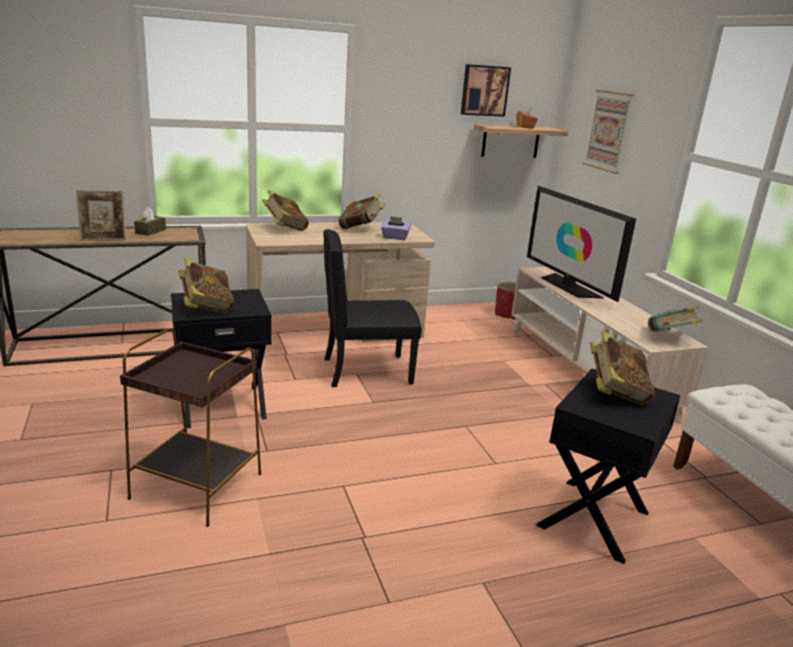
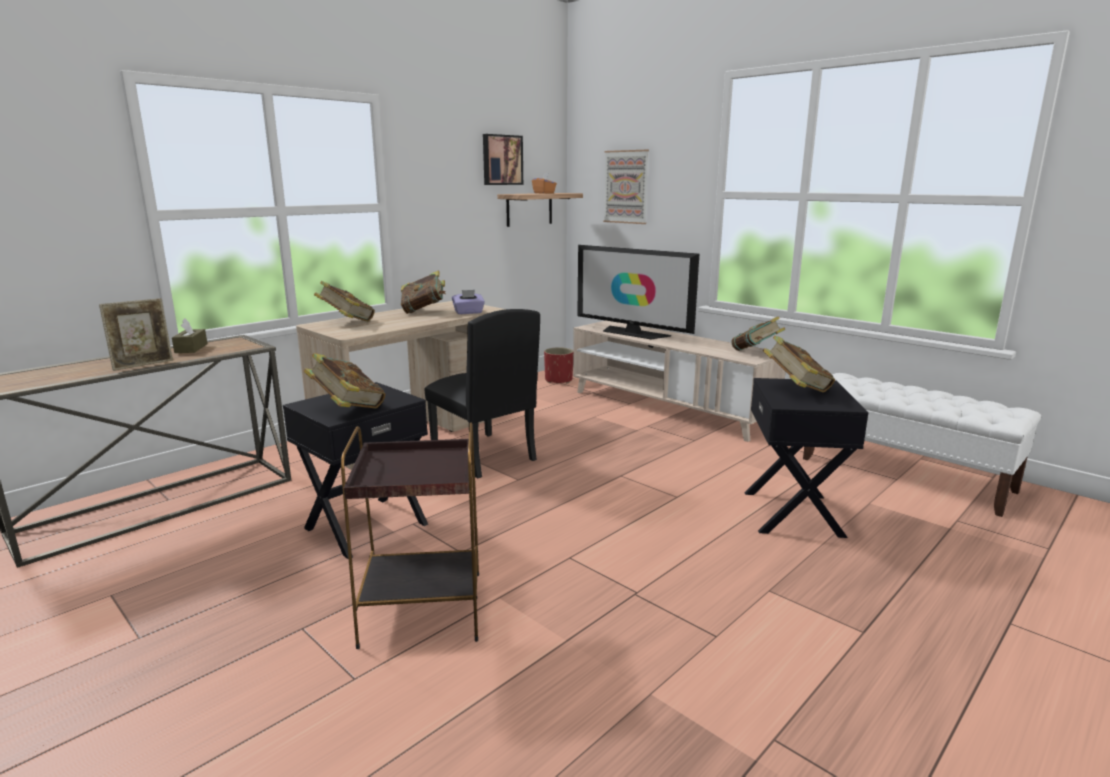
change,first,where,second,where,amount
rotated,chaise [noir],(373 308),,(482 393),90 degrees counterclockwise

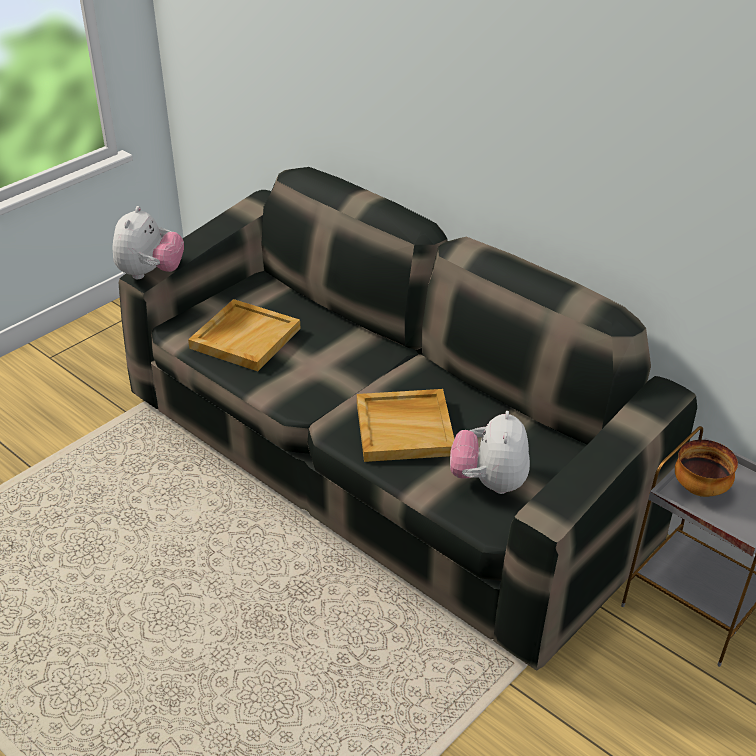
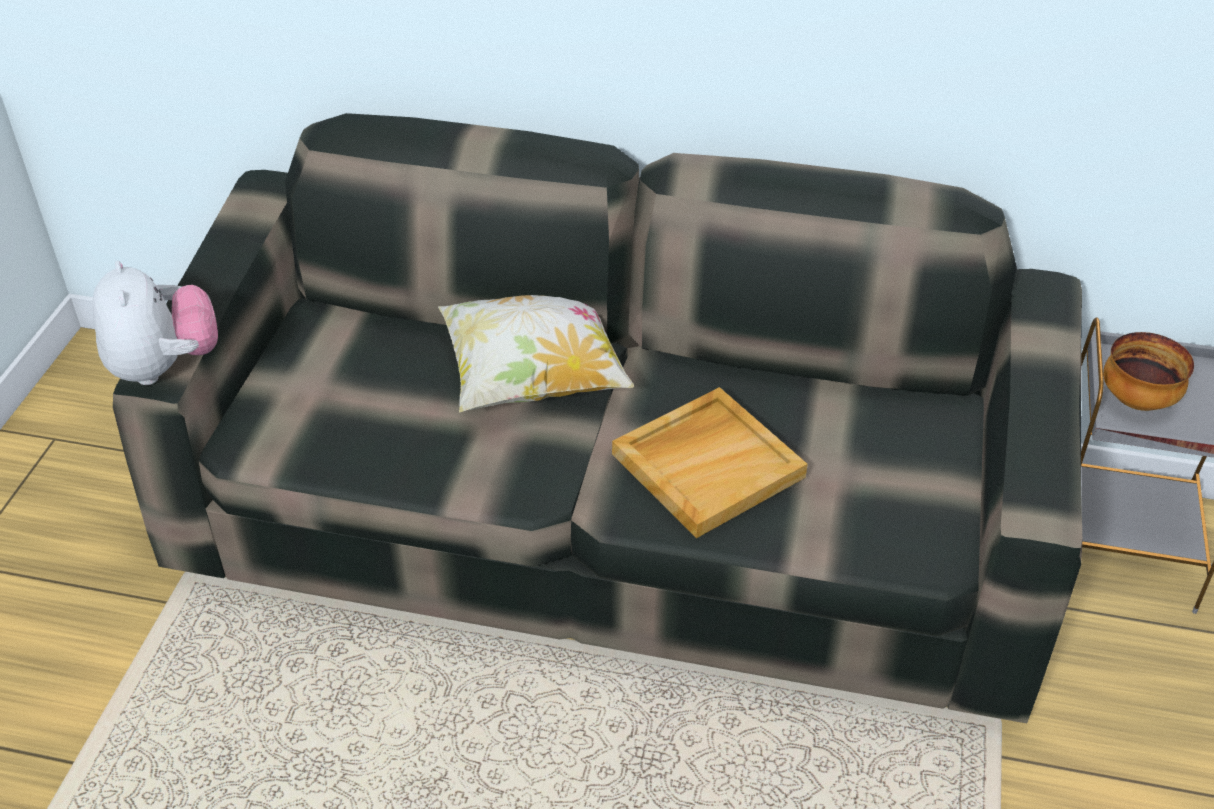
change,first,where,second,where,amount
gone,plateau [beige],(244 335),,,
gone,peluche,(490 452),,,
new,,,coussin,(536 354),

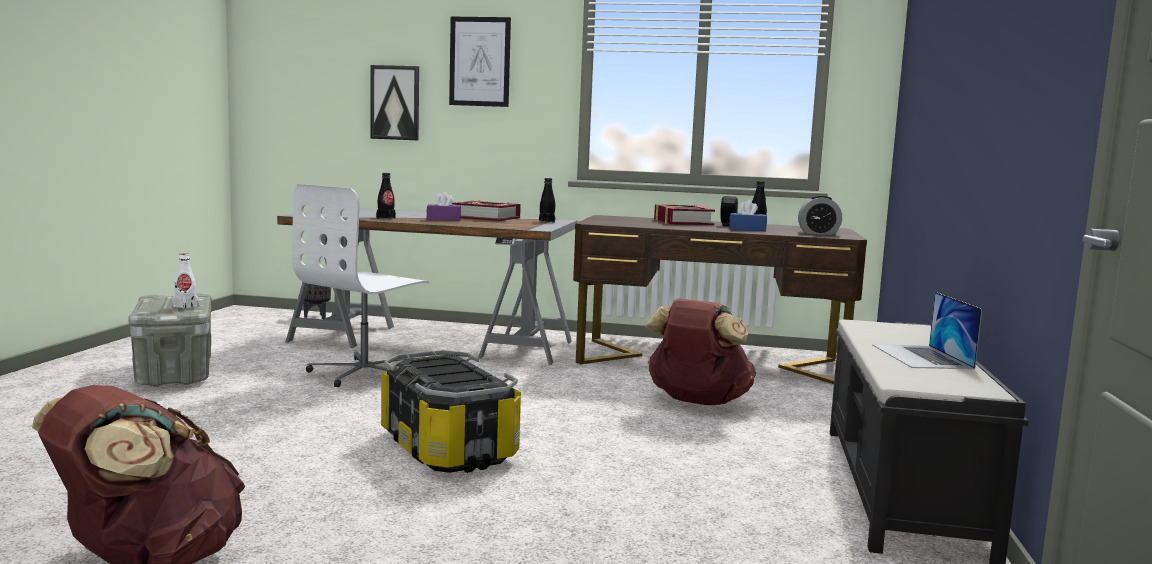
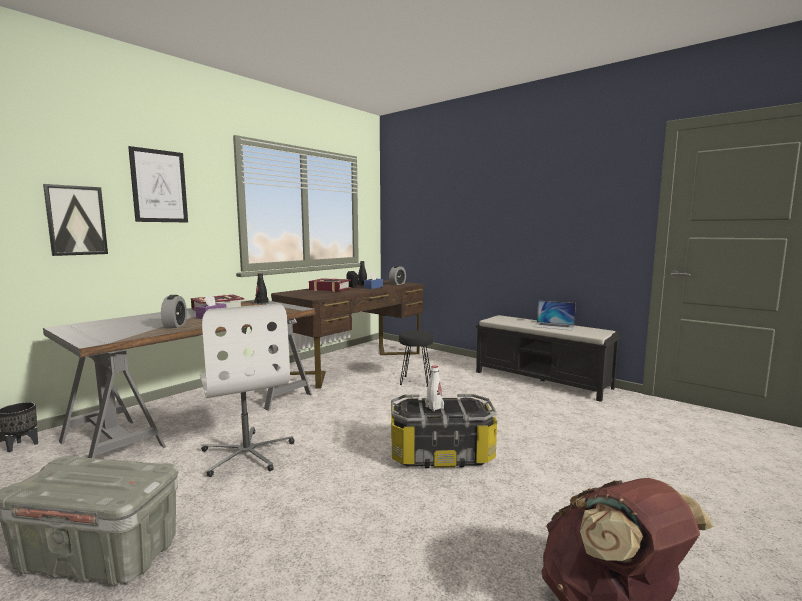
change,first,where,second,where,amount
shifted,bouteille [blanc],(185 281),,(434 388),
swapped,bouteille [noir],(386 196),réveil,(174 311),
swapped,sac à dos [marron],(700 351),tabouret [noir],(416 358),

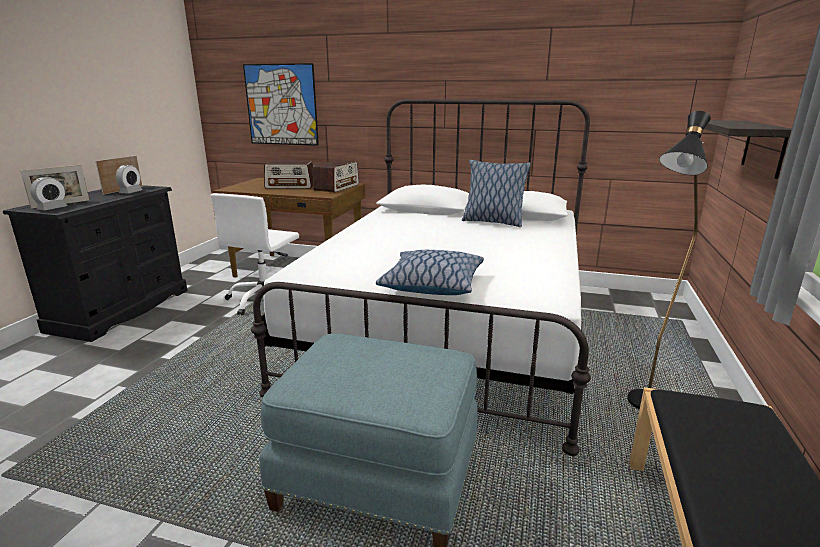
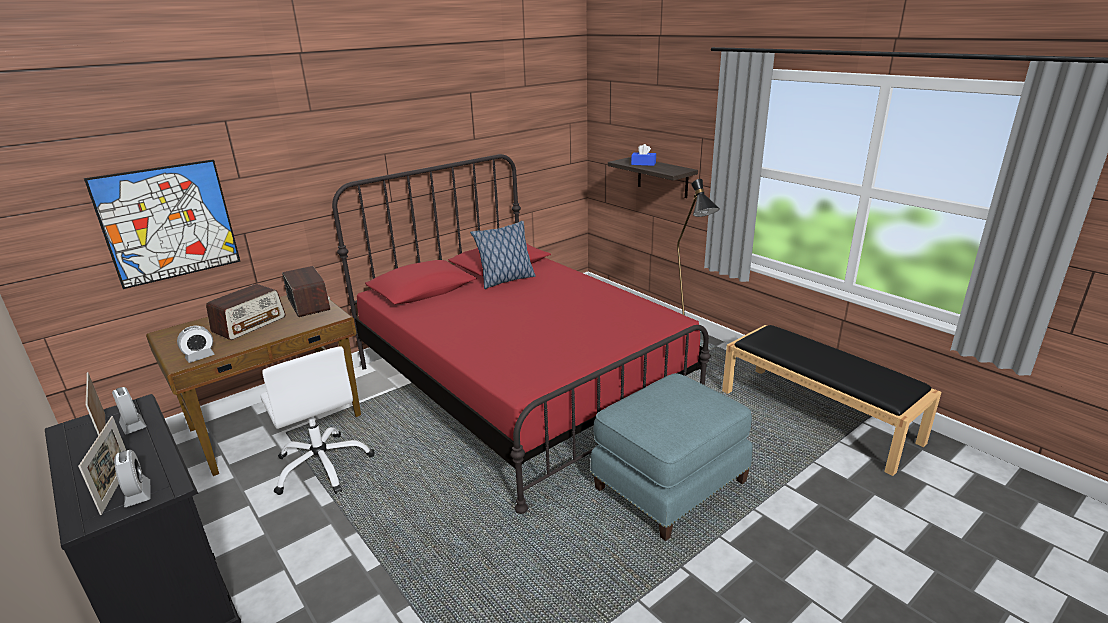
change,first,where,second,where,amount
repainted,lit [blanc],(421 277),lit [rouge],(521 334),
gone,coussin,(430 272),,,
new,,,réveil,(196 344),
new,,,boîte à mouchoirs [bleu],(643 155),

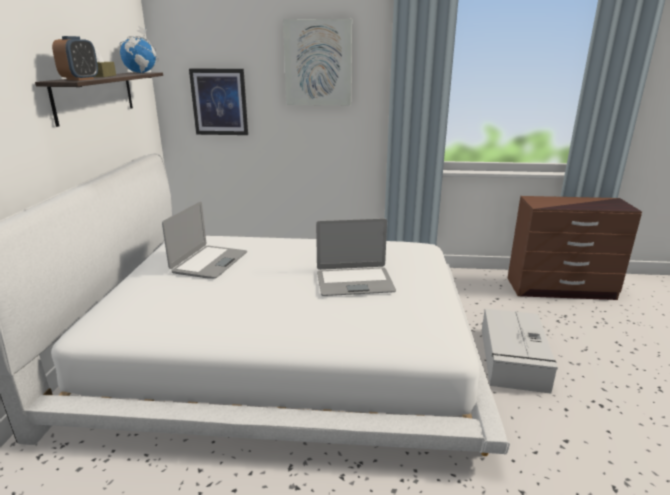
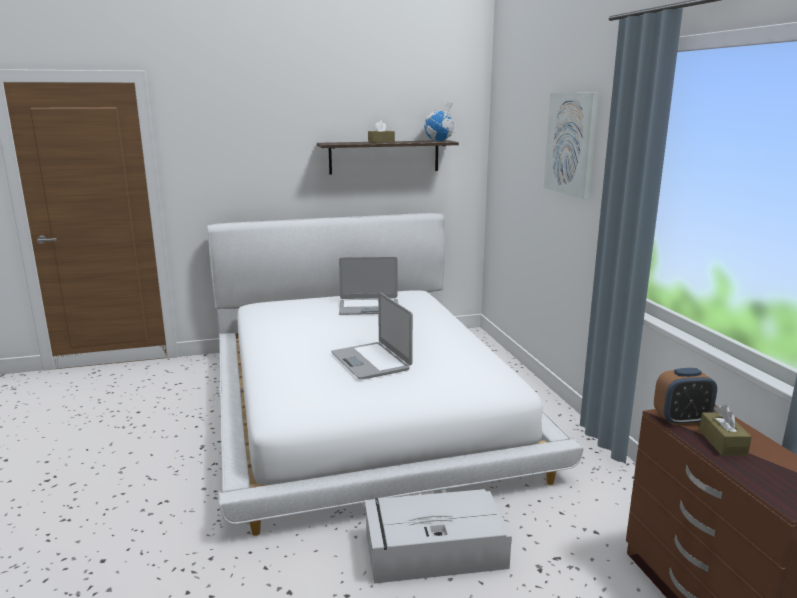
change,first,where,second,where,amount
shifted,réveil,(75 58),,(685 397),
gone,tableau,(218 102),,,
new,,,boîte à mouchoirs [marron],(725 430),

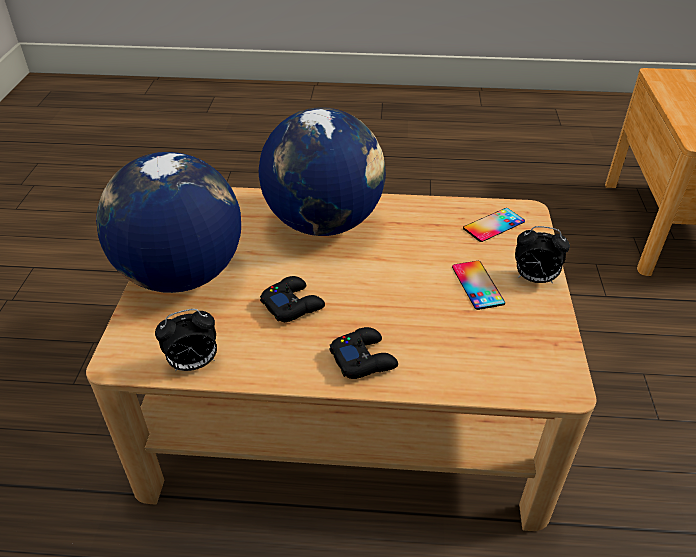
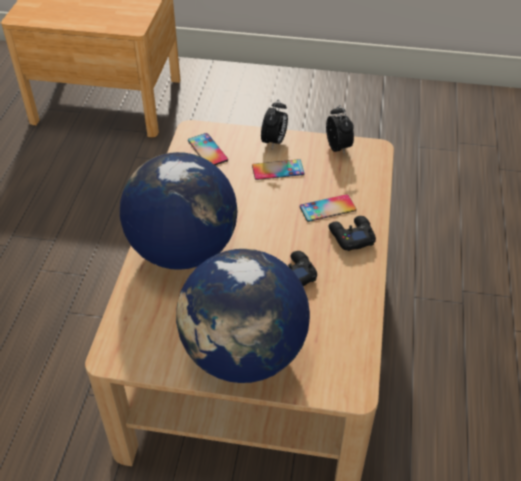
change,first,where,second,where,amount
shifted,réveil,(186 340),,(340 130),
new,,,téléphone,(328 208),

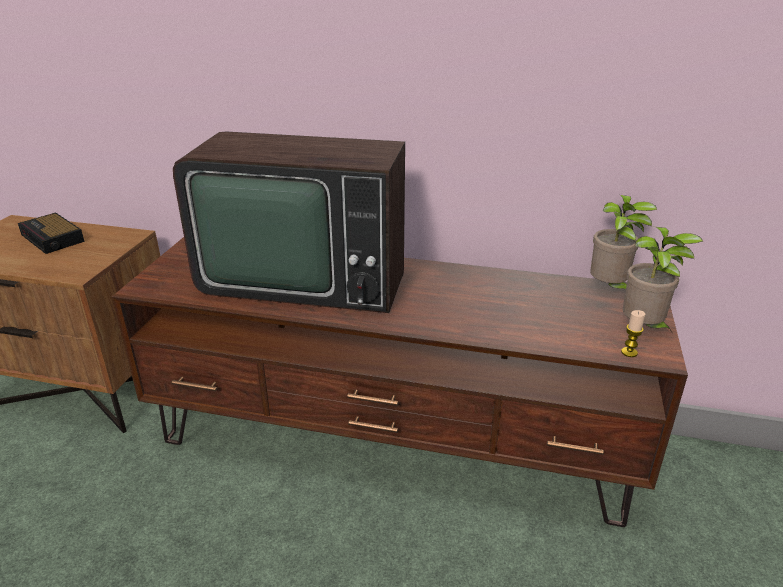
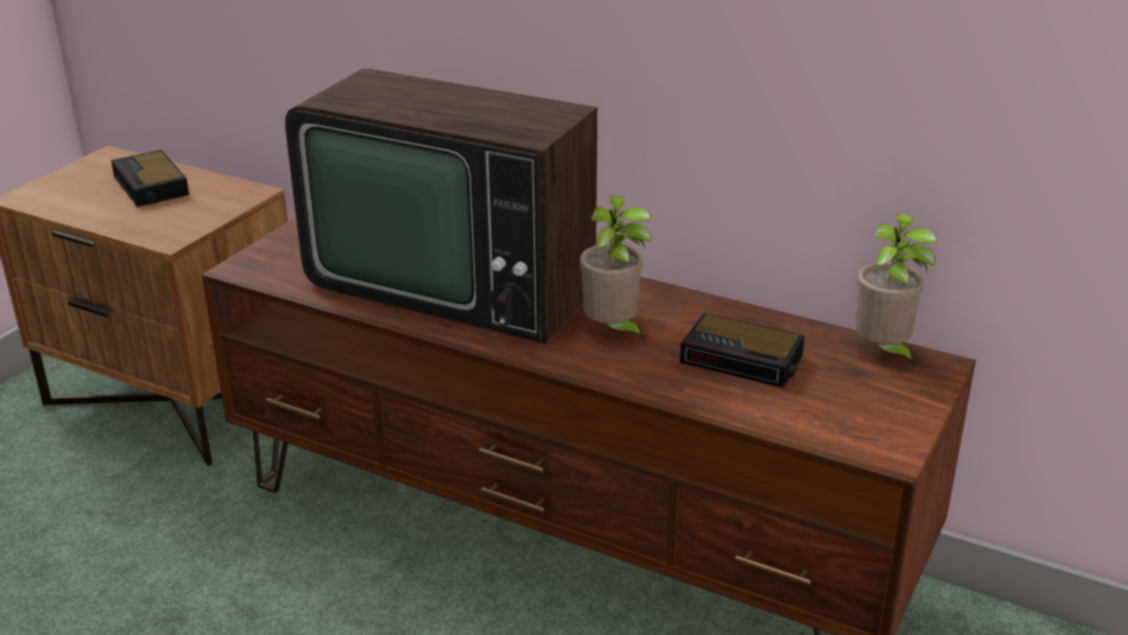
change,first,where,second,where,amount
gone,bougie,(633 333),,,
shifted,plante en pot,(663 279),,(615 269),
new,,,réveil,(742 350),

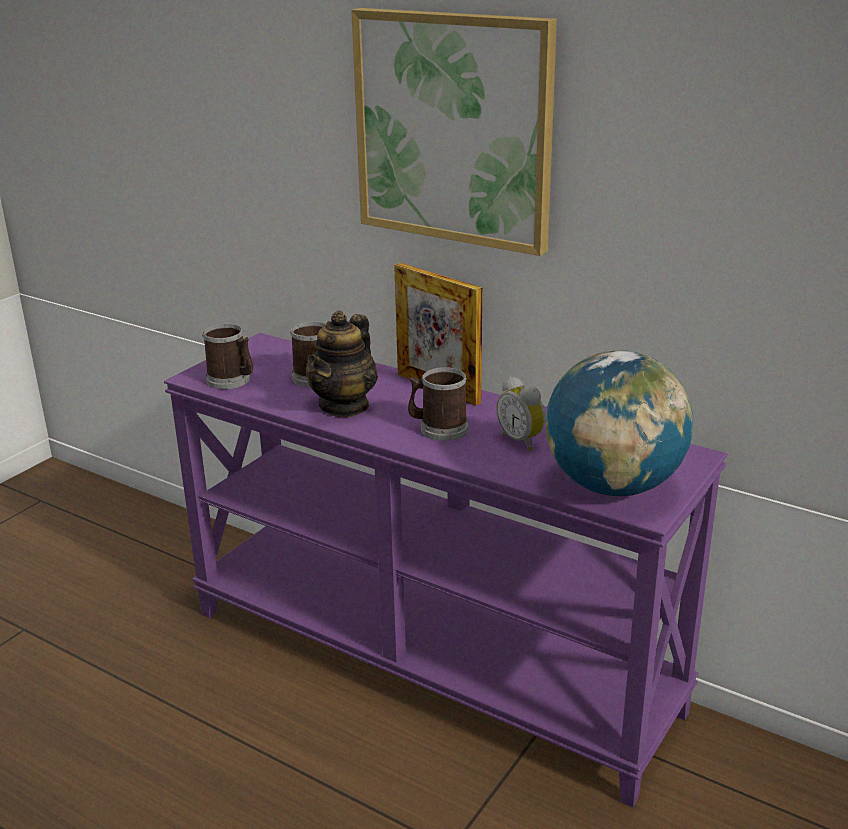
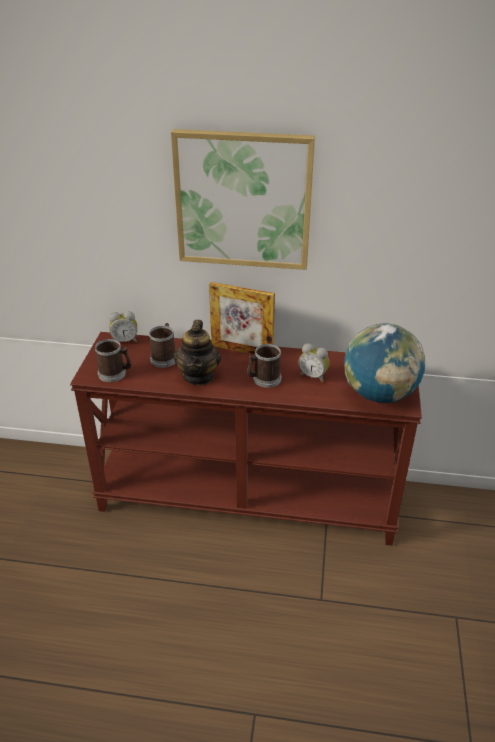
change,first,where,second,where,amount
repainted,table console [violet],(446 570),table console [marron],(246 439),
new,,,réveil,(123 327),

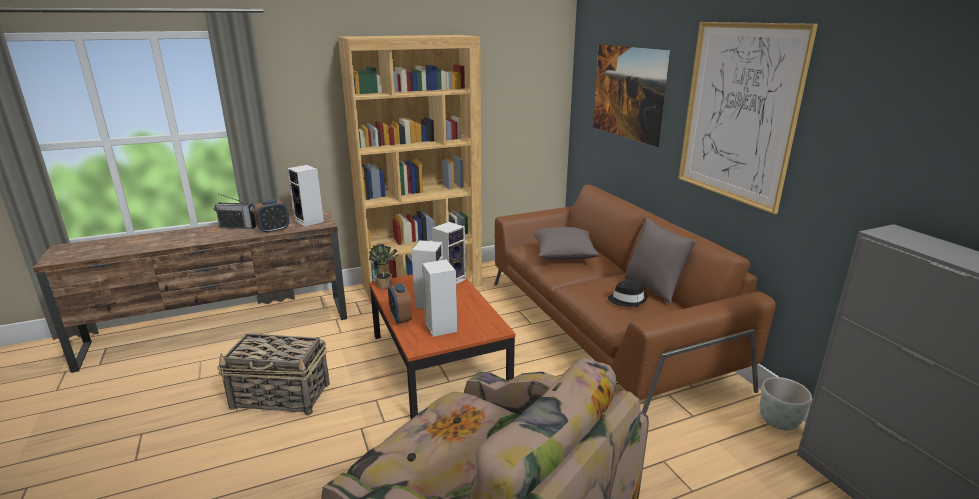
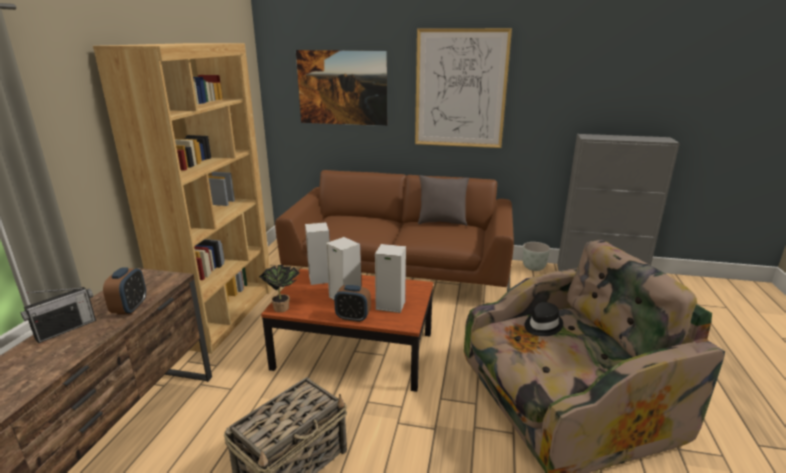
change,first,where,second,where,amount
gone,enceinte,(305 196),,,
gone,coussin [gris],(566 243),,,
shifted,chapeau [noir],(628 293),,(544 319),

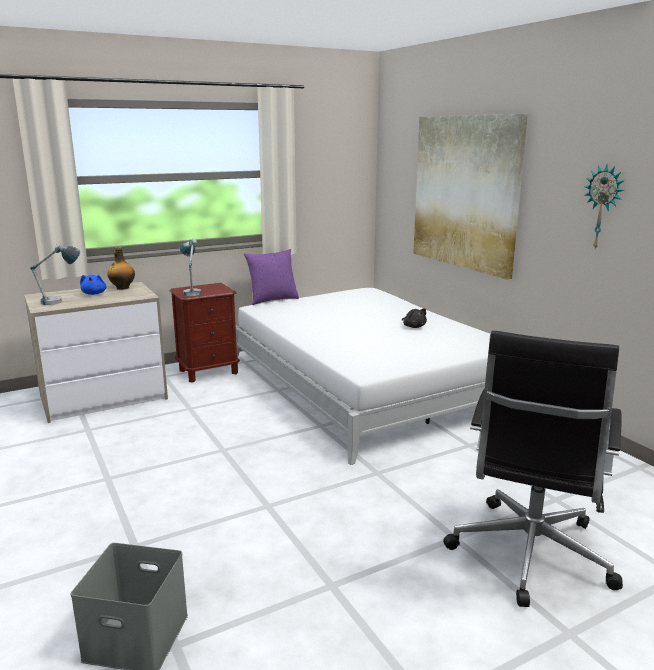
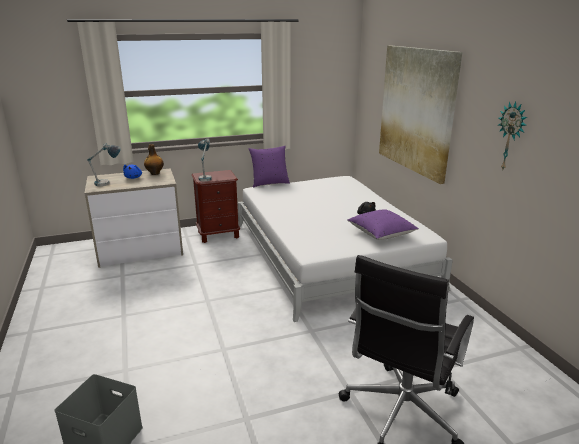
change,first,where,second,where,amount
new,,,coussin [violet],(383 224),

